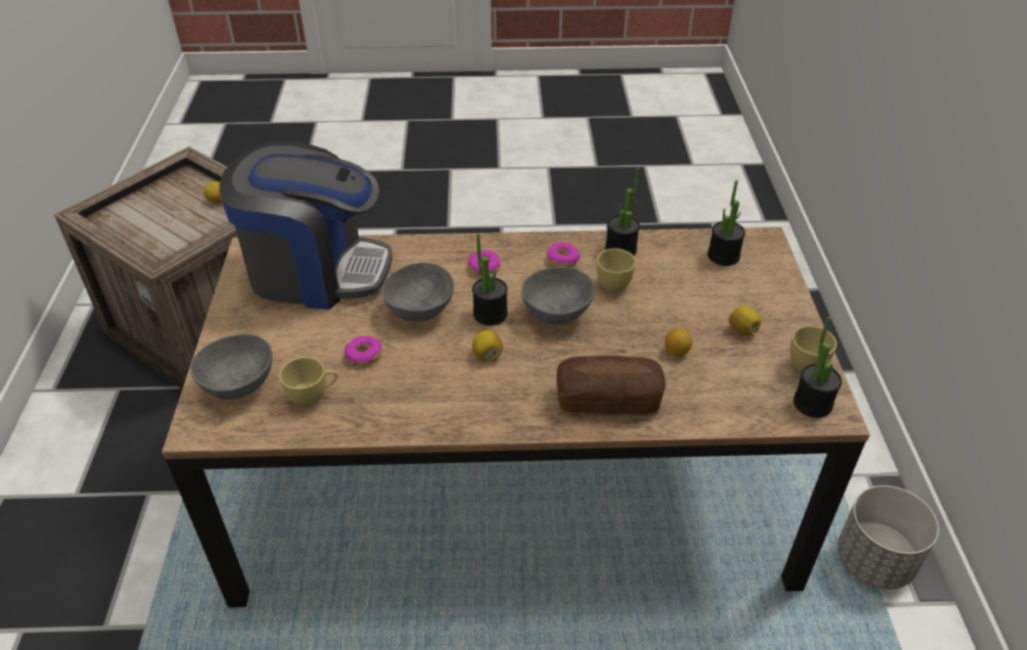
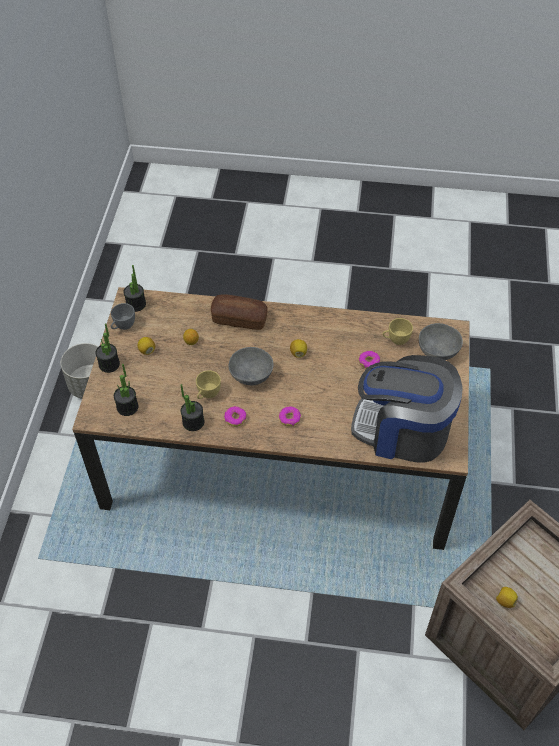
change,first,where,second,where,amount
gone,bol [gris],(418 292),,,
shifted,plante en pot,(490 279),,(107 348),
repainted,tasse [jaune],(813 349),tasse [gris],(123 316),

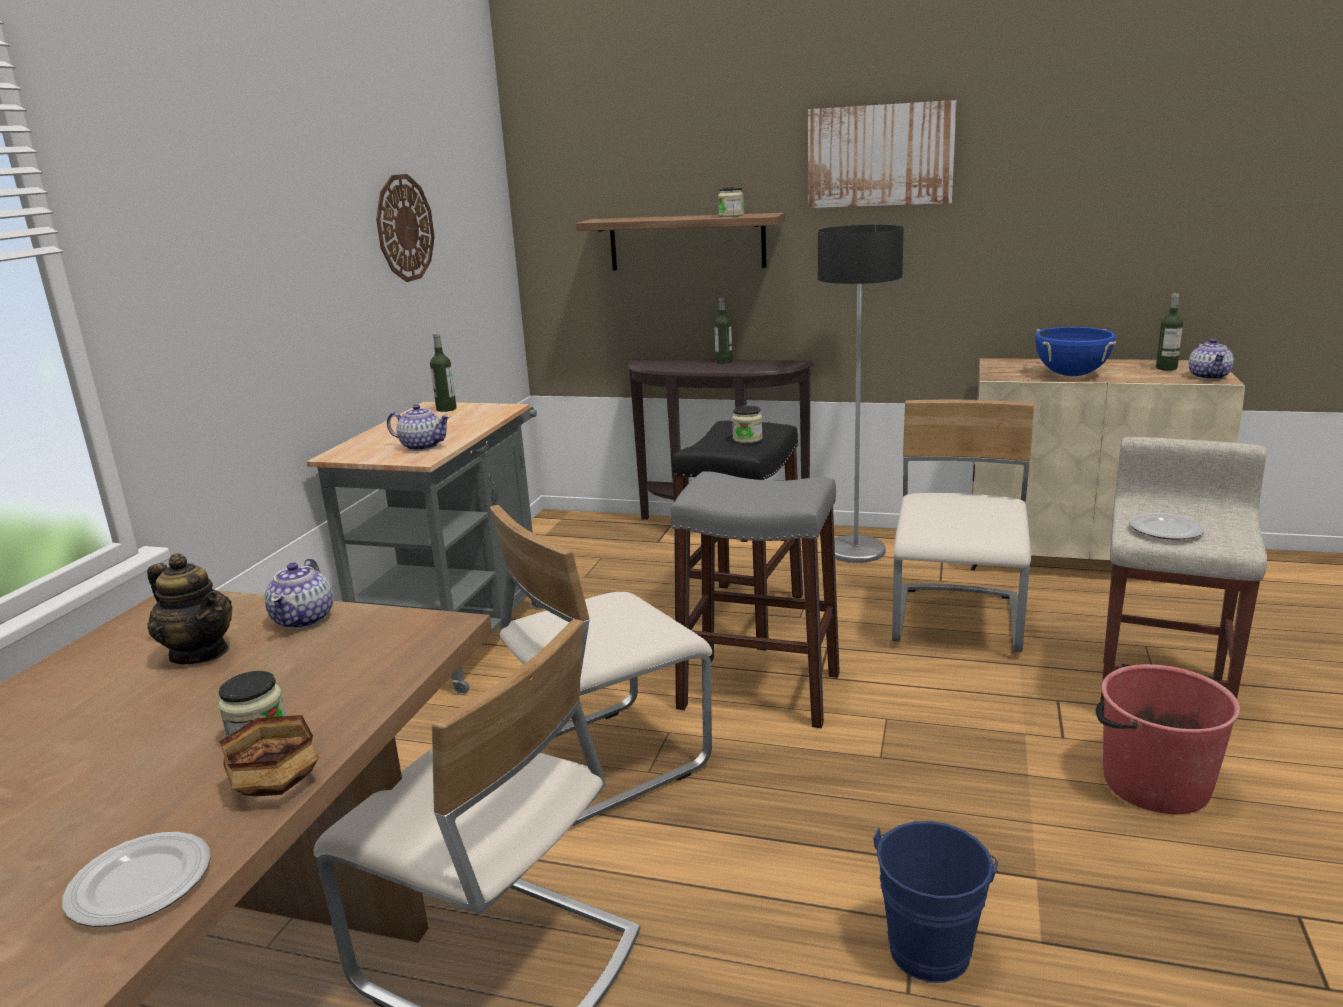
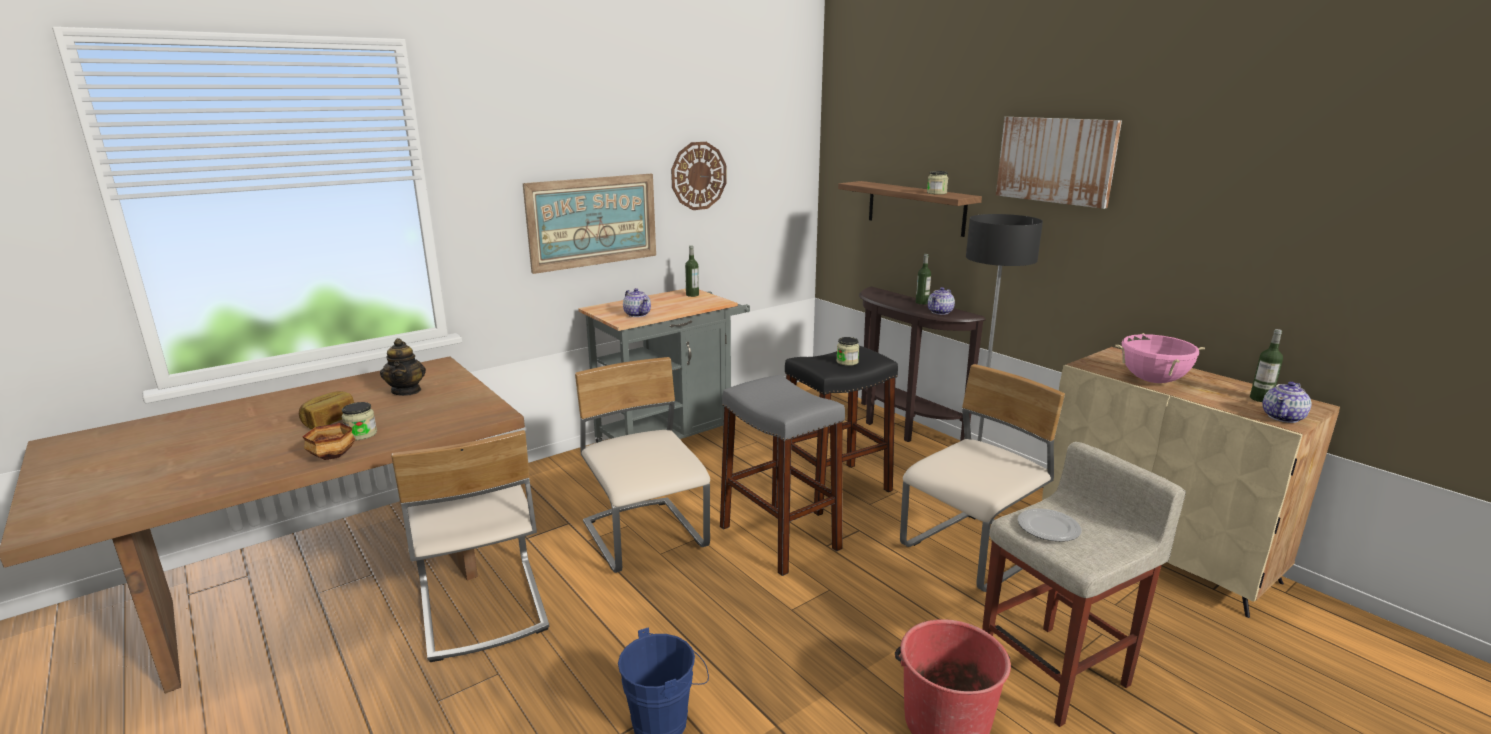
change,first,where,second,where,amount
gone,assiette,(136 879),,,
shifted,théière,(299 593),,(941 301),
rotated,chaise [beige],(601 666),,(642 465),60 degrees clockwise
repainted,marmite [bleu],(1075 351),marmite [rose],(1160 358),
new,,,pain,(326 410),
new,,,tableau,(589 224),

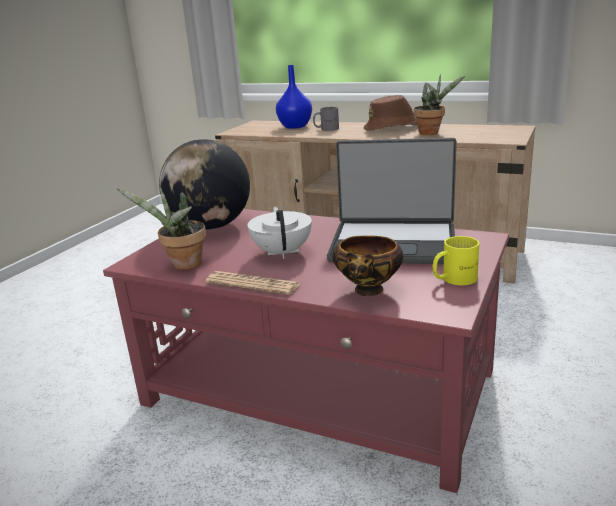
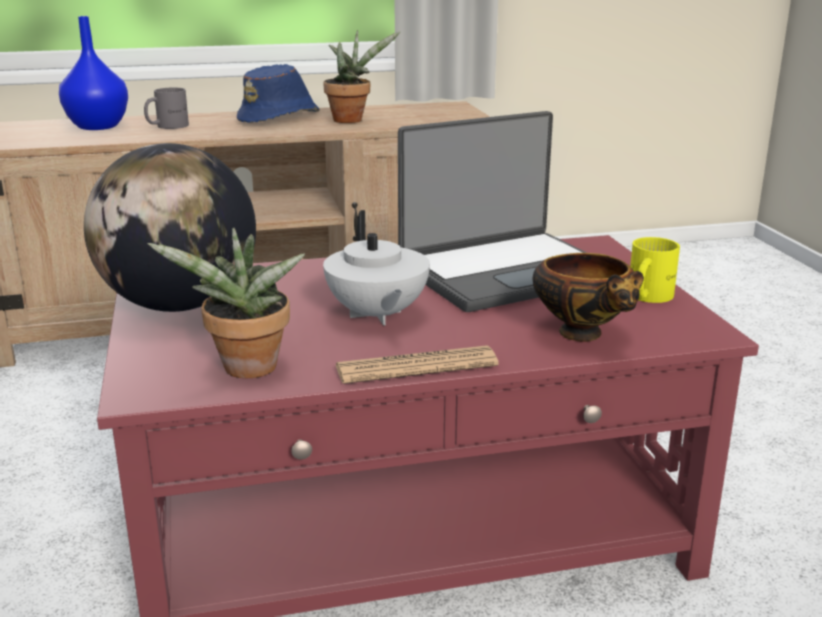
change,first,where,second,where,amount
rotated,théière [blanc],(280 232),,(376 268),150 degrees counterclockwise
repainted,chapeau [marron],(391 113),chapeau [bleu],(278 93),

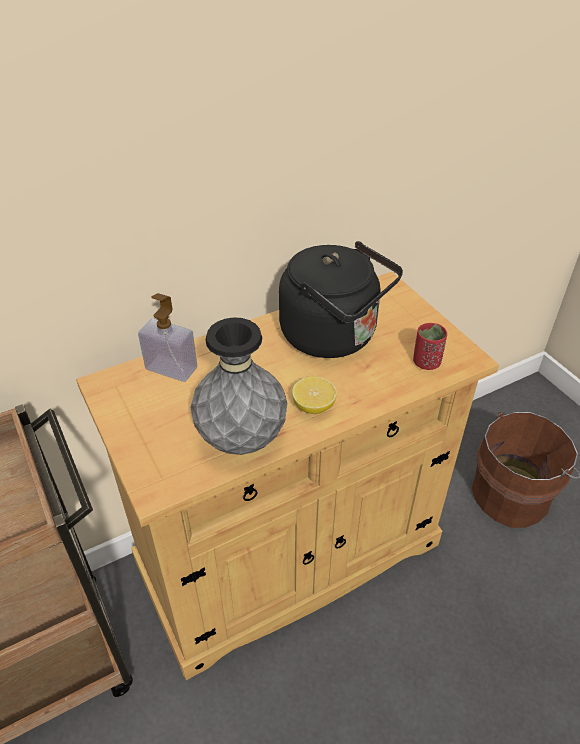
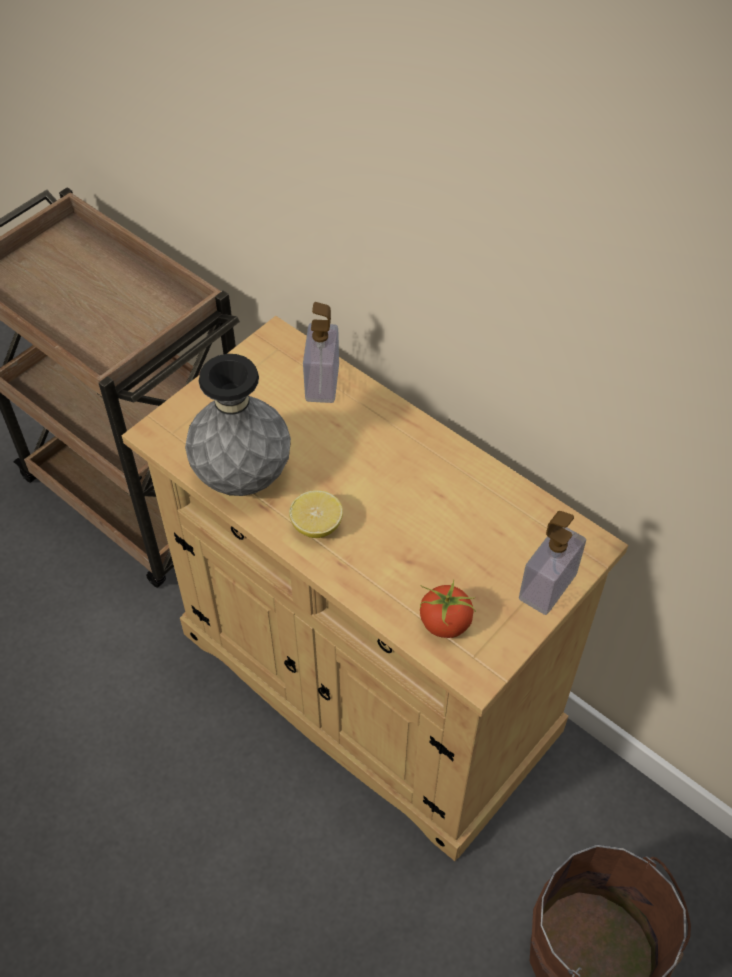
change,first,where,second,where,amount
gone,bouilloire [noir],(341 299),,,
swapped,tasse [rouge],(430 346),tomate,(448 608),
new,,,distributeur de savon,(552 563),

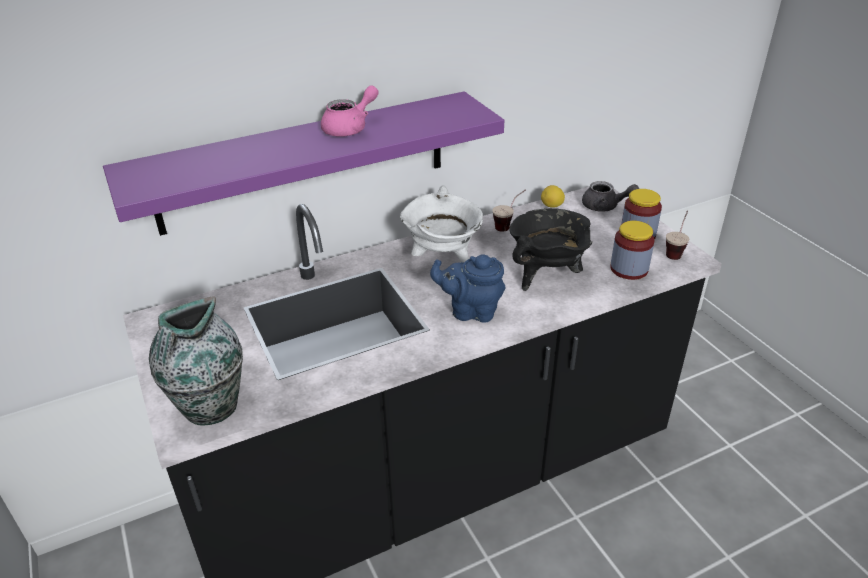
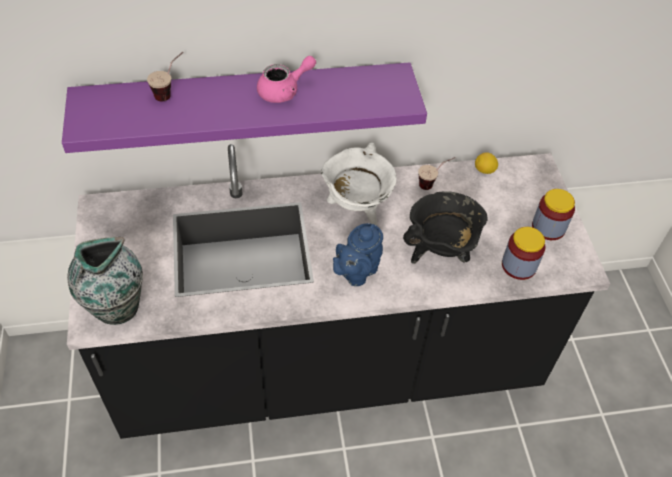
change,first,where,second,where,amount
rotated,théière [bleu],(468 288),,(358 254),75 degrees counterclockwise
gone,théière [gris],(610 196),,,
shifted,tasse,(677 235),,(165 76),

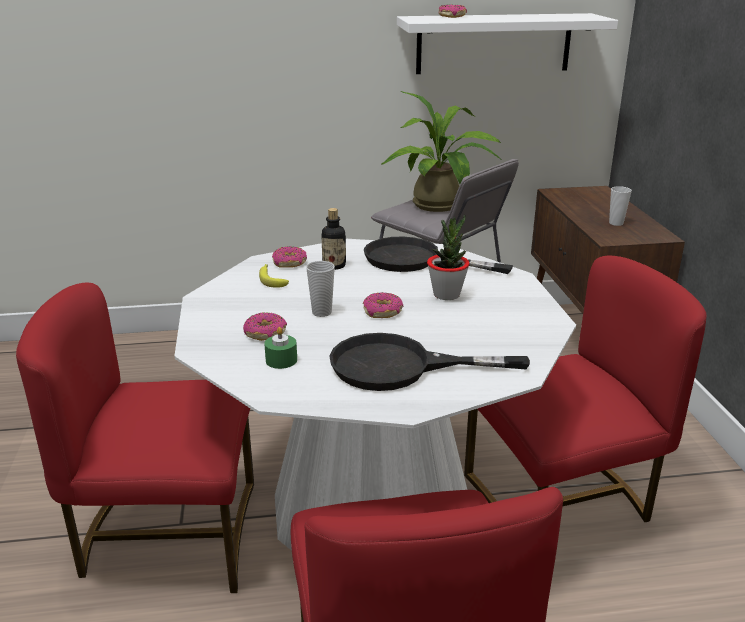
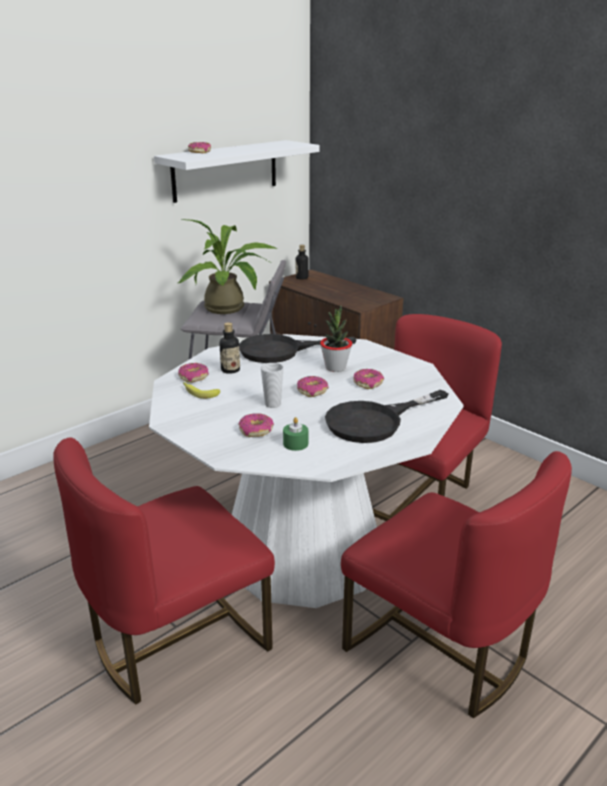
change,first,where,second,where,amount
gone,tasse,(620 206),,,
new,,,bouteille,(302 262),
new,,,beignet,(368 379),

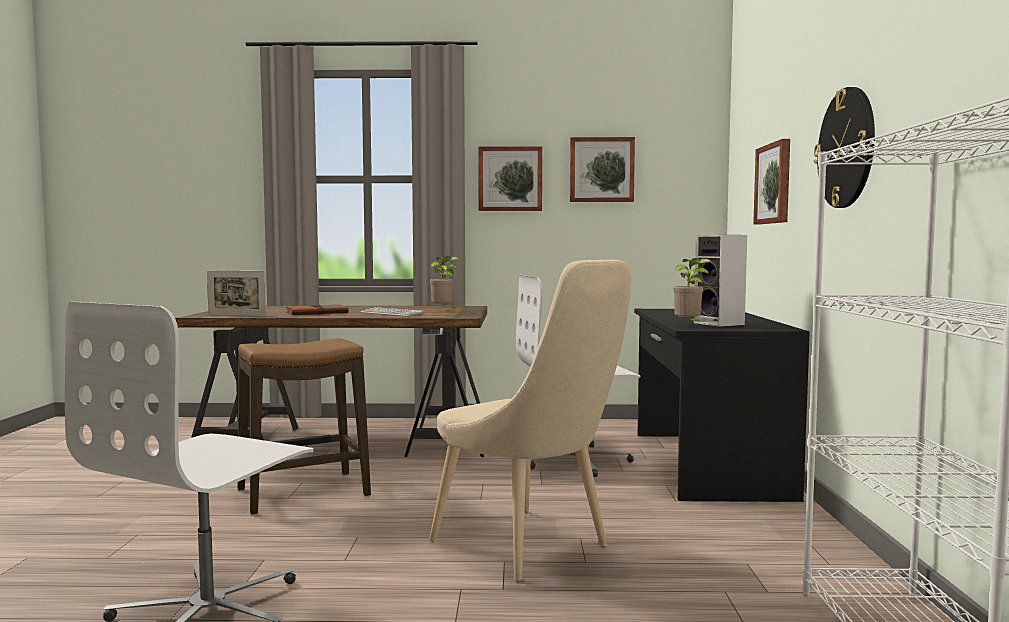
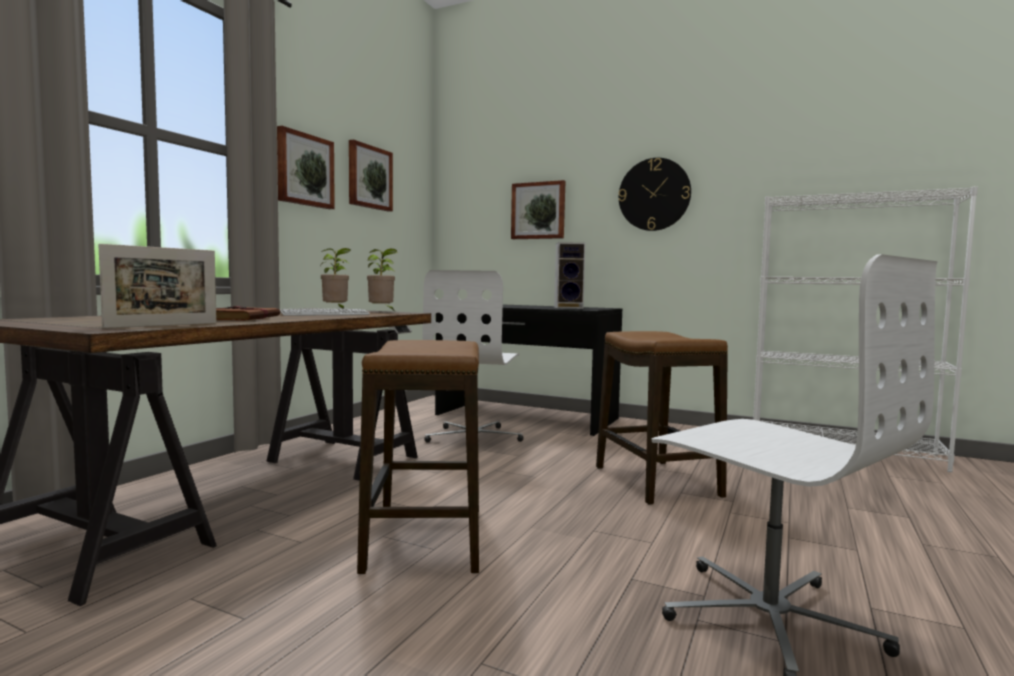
change,first,where,second,where,amount
swapped,chaise [beige],(530 420),tabouret,(662 418),
shifted,plante en pot,(692 290),,(382 279),

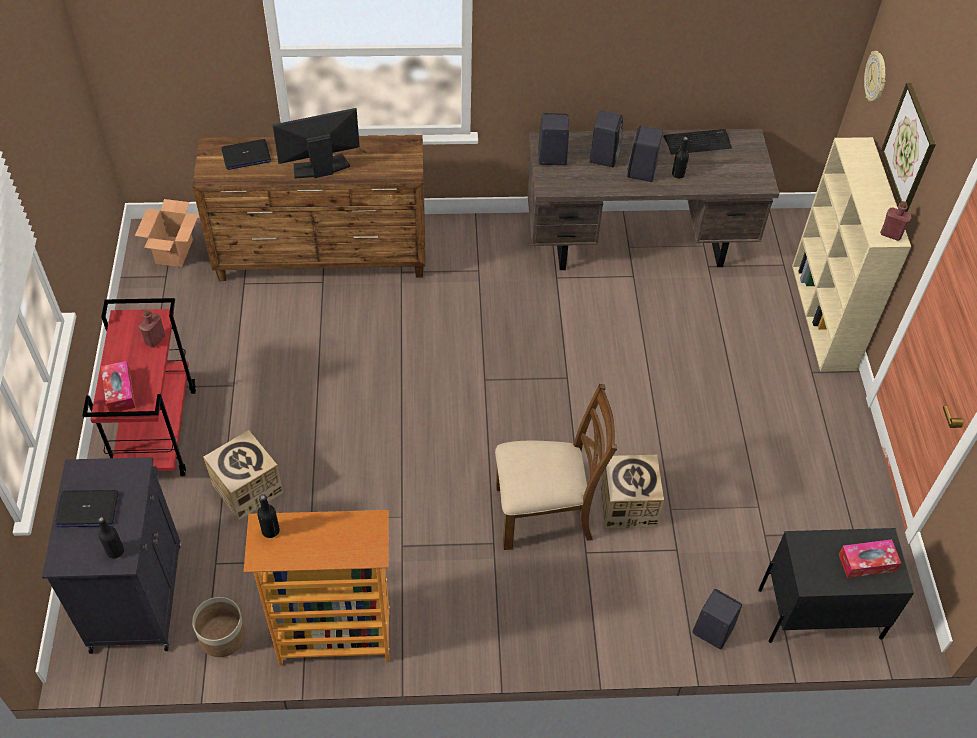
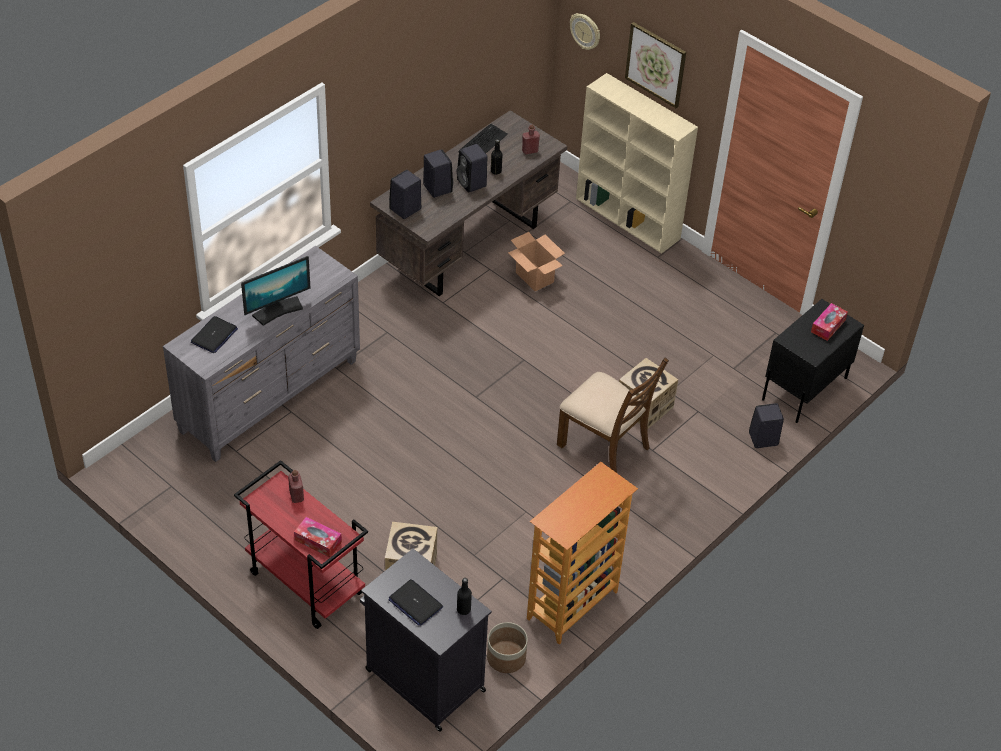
change,first,where,second,where,amount
rotated,ordinateur portable,(87 508),,(415 602),90 degrees clockwise
shifted,carton,(167 233),,(536 261),
repainted,commode [marron],(309 208),commode [gris],(261 354),
gone,bouteille [noir],(268 516),,,
rotated,écran d'ordinateur,(316 143),,(276 291),150 degrees counterclockwise
rotated,chaise [marron],(556 467),,(613 415),90 degrees clockwise
shifted,bouteille [rouge],(896 221),,(531 139),

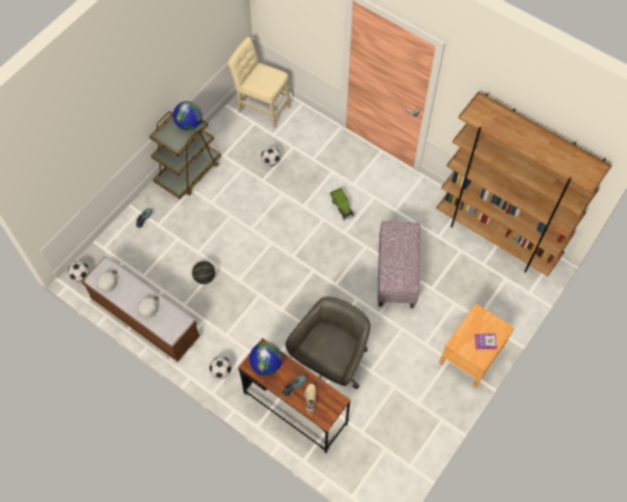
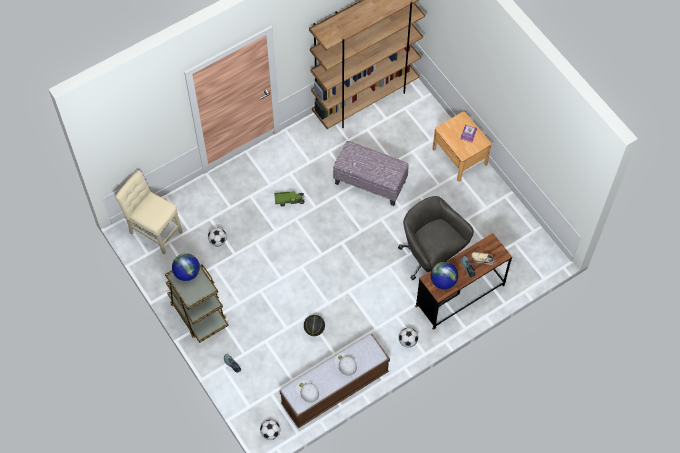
change,first,where,second,where,amount
rotated,chaise [beige],(259 82),,(149 212),75 degrees clockwise

